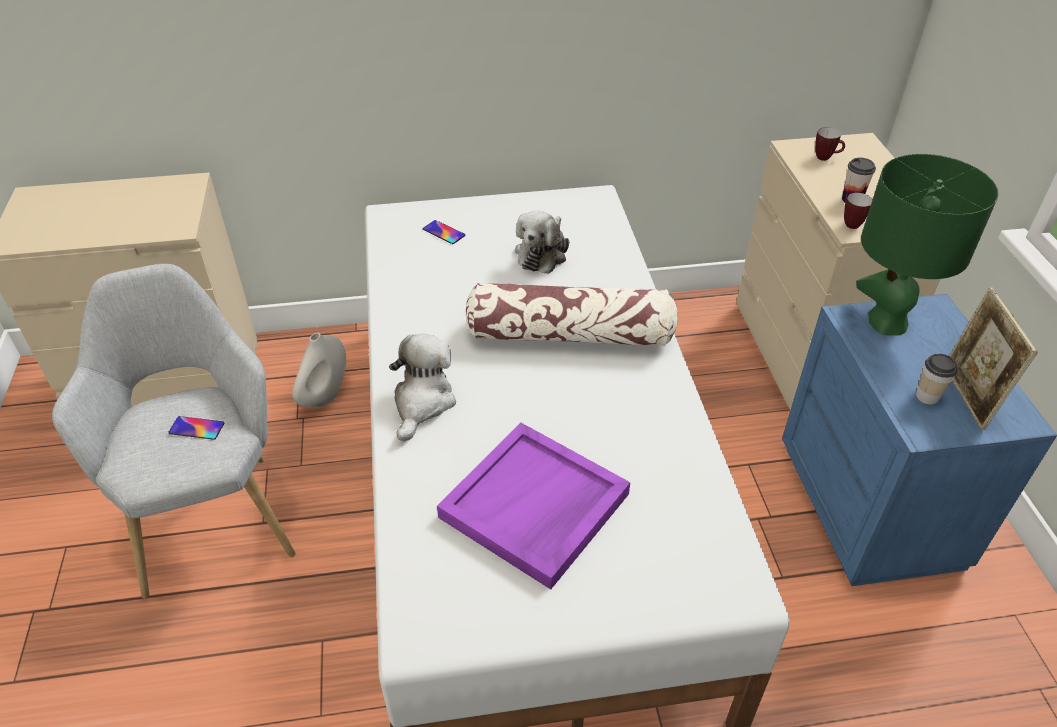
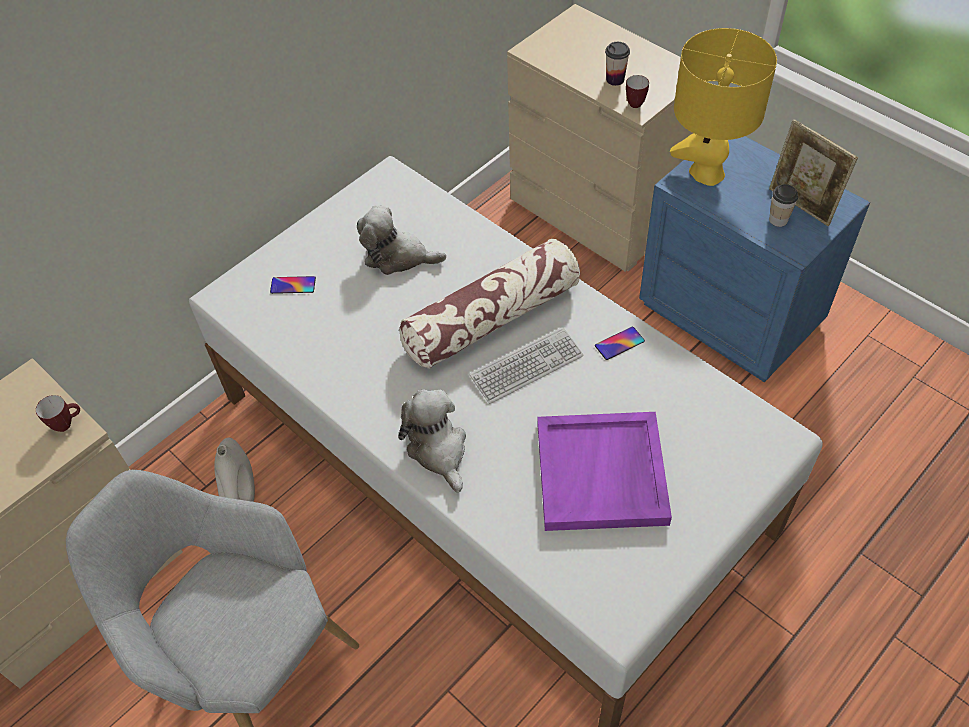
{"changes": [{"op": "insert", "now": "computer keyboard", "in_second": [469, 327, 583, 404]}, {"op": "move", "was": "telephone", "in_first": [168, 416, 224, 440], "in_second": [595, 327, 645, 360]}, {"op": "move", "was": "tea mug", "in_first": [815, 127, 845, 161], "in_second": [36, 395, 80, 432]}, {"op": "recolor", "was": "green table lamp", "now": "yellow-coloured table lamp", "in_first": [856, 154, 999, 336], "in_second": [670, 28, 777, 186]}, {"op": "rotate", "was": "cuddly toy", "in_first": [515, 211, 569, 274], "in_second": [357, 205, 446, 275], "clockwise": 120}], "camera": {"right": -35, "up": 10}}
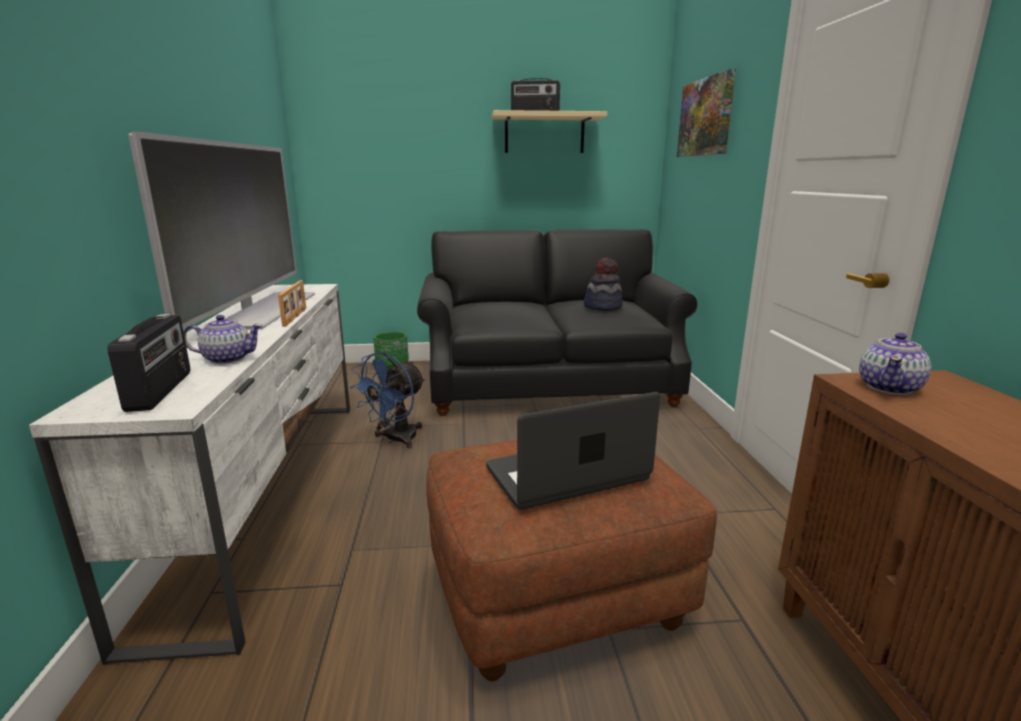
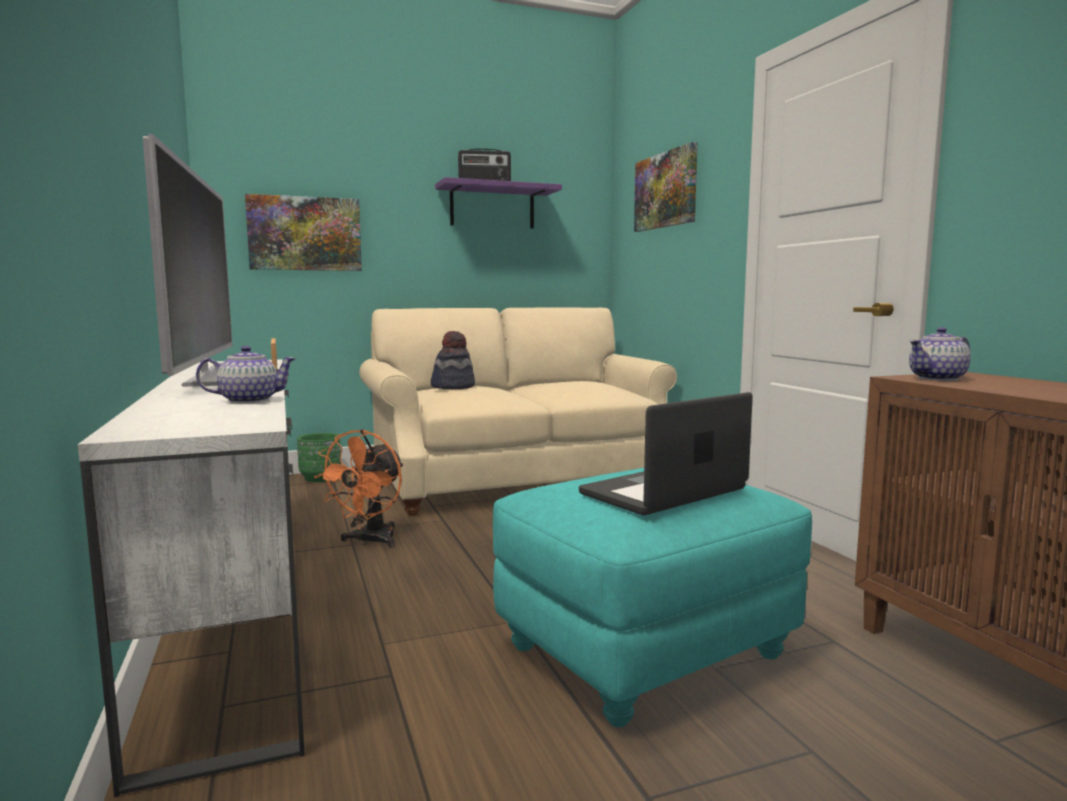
{"changes": [{"op": "delete", "was": "radio set", "in_first": [107, 314, 190, 412]}, {"op": "insert", "now": "wall picture", "in_second": [245, 194, 362, 271]}, {"op": "move", "was": "clothing hat", "in_first": [584, 258, 623, 311], "in_second": [431, 331, 475, 389]}, {"op": "recolor", "was": "blue electric fan", "now": "orange electric fan", "in_first": [350, 352, 425, 448], "in_second": [314, 429, 403, 547]}, {"op": "recolor", "was": "black-coloured settee", "now": "sand-coloured settee", "in_first": [417, 229, 697, 416], "in_second": [360, 307, 677, 516]}, {"op": "recolor", "was": "brownish footrest", "now": "turquoise-coloured footrest", "in_first": [426, 440, 717, 681], "in_second": [493, 468, 812, 727]}, {"op": "recolor", "was": "sand-coloured bracket shelf", "now": "purple-coloured bracket shelf", "in_first": [491, 110, 607, 153], "in_second": [435, 177, 562, 229]}, {"op": "rotate", "was": "tea pot", "in_first": [859, 333, 931, 395], "in_second": [909, 327, 971, 381], "clockwise": 45}], "camera": {"right": -15, "up": -10}}
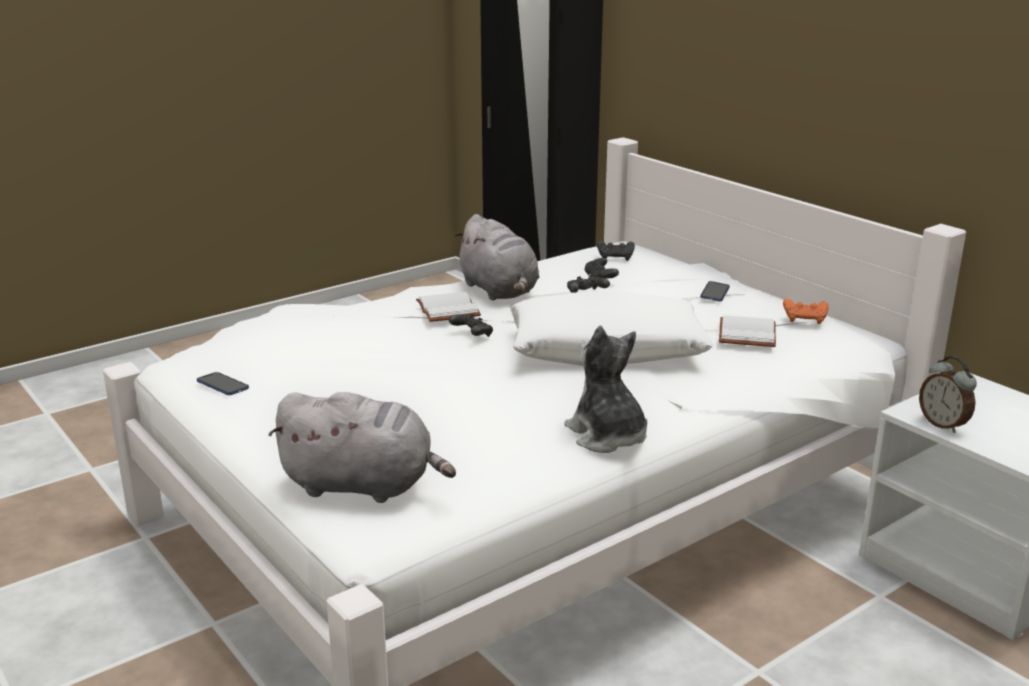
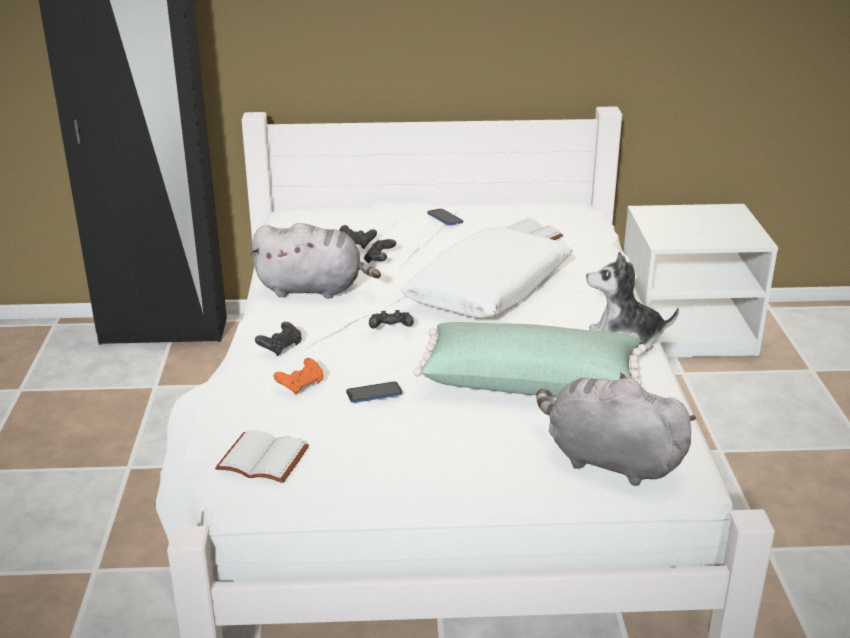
{"changes": [{"op": "delete", "was": "alarm clock", "in_first": [919, 356, 977, 433]}, {"op": "insert", "now": "green throw pillow", "in_second": [413, 322, 647, 397]}, {"op": "move", "was": "telephone", "in_first": [197, 372, 249, 395], "in_second": [346, 382, 402, 403]}, {"op": "move", "was": "white-coloured volume", "in_first": [416, 292, 481, 322], "in_second": [215, 430, 309, 483]}, {"op": "move", "was": "black-coloured game controller", "in_first": [597, 241, 635, 261], "in_second": [255, 322, 302, 356]}, {"op": "move", "was": "orange game controller", "in_first": [783, 299, 828, 324], "in_second": [273, 358, 323, 395]}, {"op": "rotate", "was": "gray cuddly toy", "in_first": [269, 392, 456, 503], "in_second": [536, 372, 696, 486], "clockwise": -105}], "camera": {"right": -55, "up": 5}}
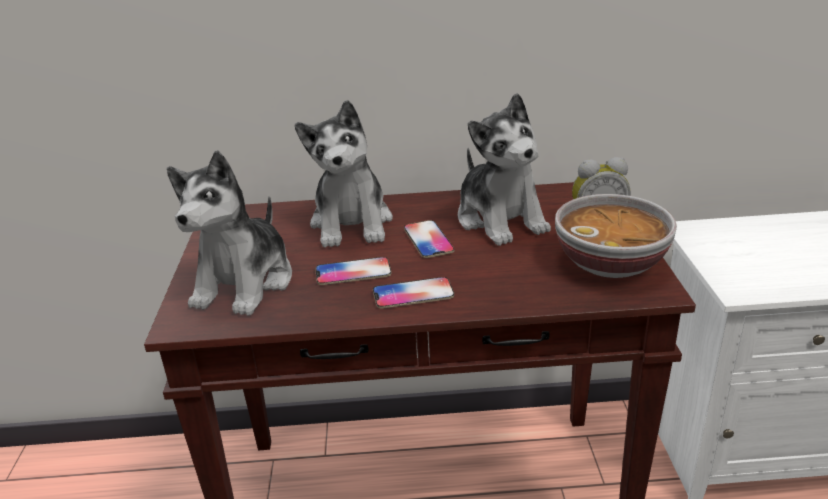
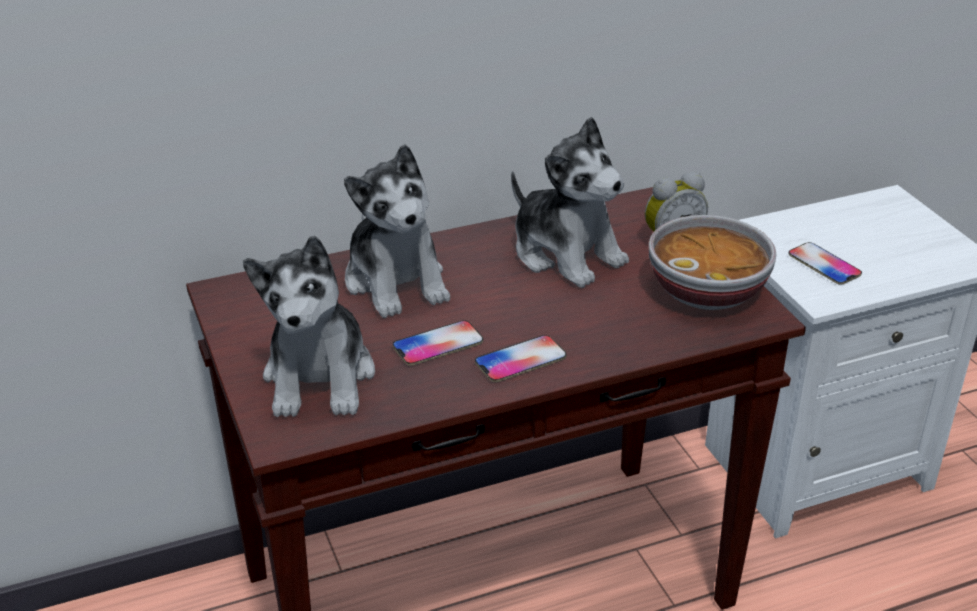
{"changes": [{"op": "move", "was": "telephone", "in_first": [404, 220, 454, 258], "in_second": [788, 242, 862, 285]}], "camera": {"right": -20, "up": 5}}
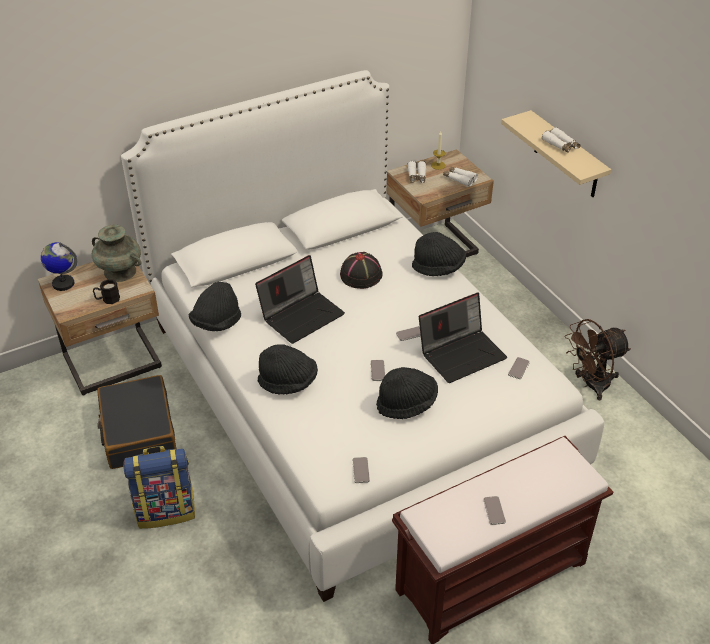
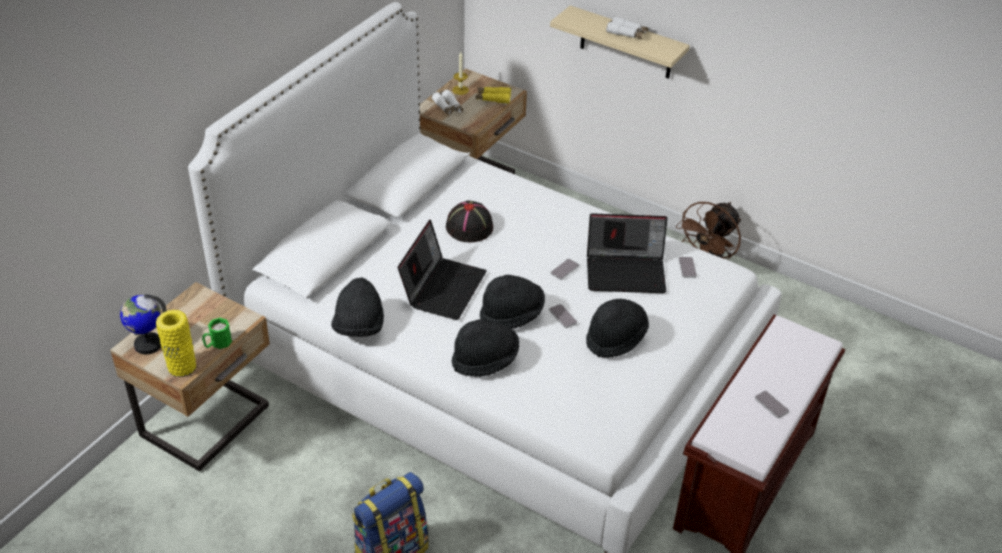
{"changes": [{"op": "delete", "was": "turquoise-coloured decorative vase", "in_first": [92, 225, 141, 282]}, {"op": "delete", "was": "black-coloured travel case", "in_first": [97, 375, 176, 469]}, {"op": "delete", "was": "telephone", "in_first": [353, 457, 370, 483]}, {"op": "insert", "now": "yellow-coloured decorative vase", "in_second": [156, 310, 196, 377]}, {"op": "move", "was": "black-coloured clothing hat", "in_first": [412, 232, 466, 276], "in_second": [480, 275, 545, 329]}, {"op": "recolor", "was": "black-coloured tea mug", "now": "green tea mug", "in_first": [93, 279, 120, 304], "in_second": [202, 318, 232, 349]}, {"op": "recolor", "was": "white-coloured pair of binoculars", "now": "yellow-coloured pair of binoculars", "in_first": [443, 167, 478, 187], "in_second": [476, 87, 511, 104]}, {"op": "rotate", "was": "portable computer", "in_first": [419, 293, 507, 383], "in_second": [587, 213, 667, 293], "clockwise": 60}], "camera": {"right": -30, "up": 0}}
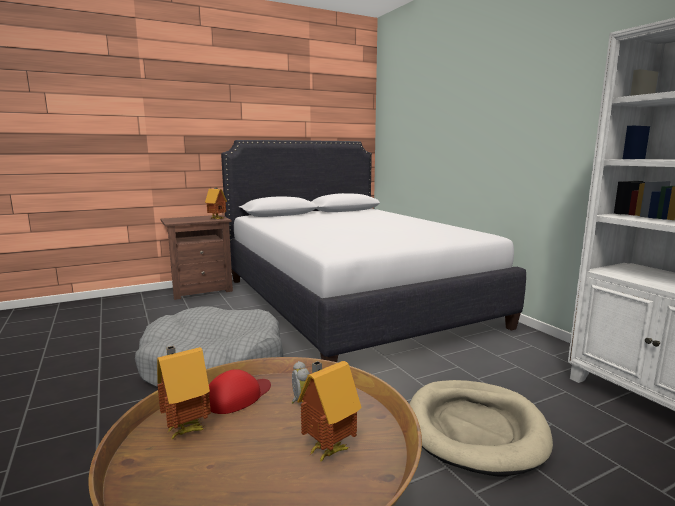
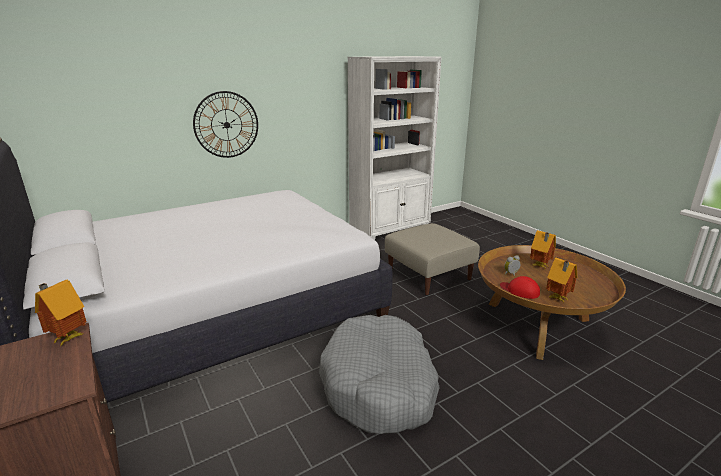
{"changes": [{"op": "insert", "now": "clock on the wall", "in_second": [193, 91, 258, 158]}, {"op": "replace", "was": "sand-coloured dog cushion", "now": "sand-coloured footrest", "in_first": [409, 380, 553, 477], "in_second": [385, 223, 480, 295]}], "camera": {"right": -95, "up": 10}}
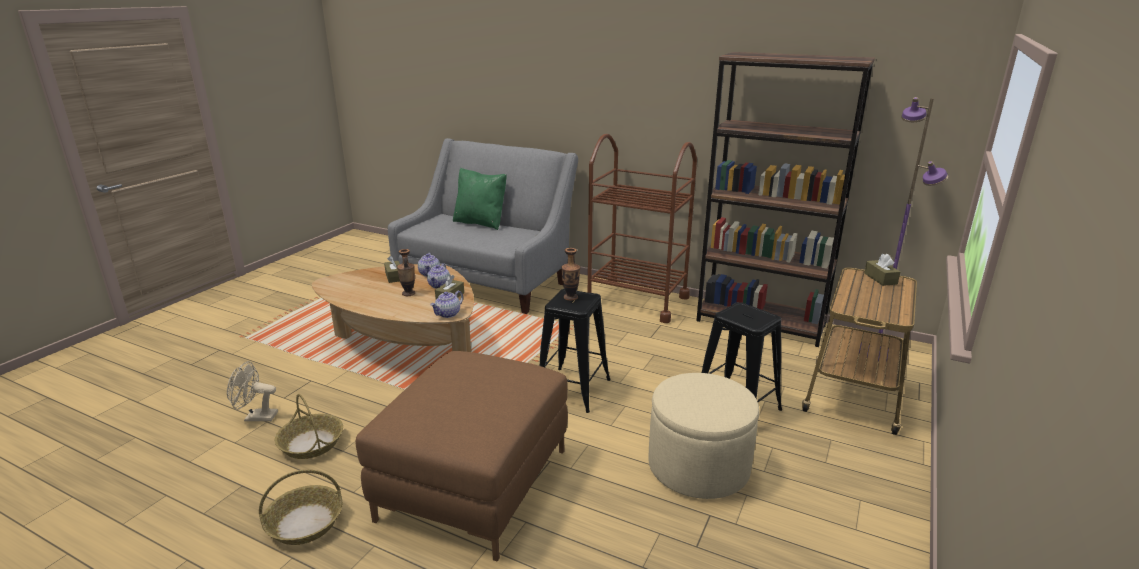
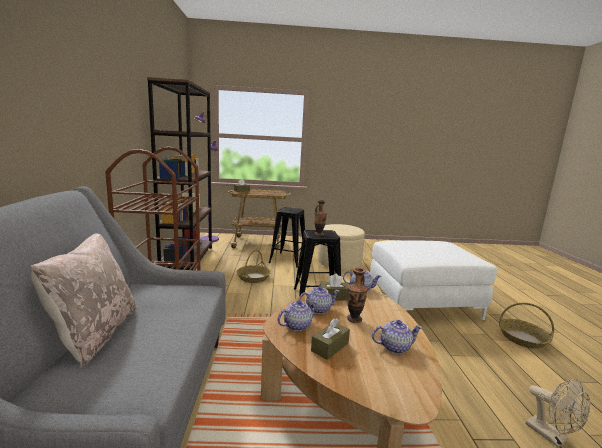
{"changes": [{"op": "insert", "now": "tea pot", "in_second": [372, 320, 423, 354]}, {"op": "move", "was": "household basket", "in_first": [275, 394, 343, 459], "in_second": [237, 250, 271, 283]}, {"op": "recolor", "was": "brownish footrest", "now": "white-coloured footrest", "in_first": [356, 351, 568, 562], "in_second": [370, 240, 497, 320]}, {"op": "recolor", "was": "green throw pillow", "now": "sand-coloured throw pillow", "in_first": [453, 168, 507, 230], "in_second": [31, 233, 137, 368]}], "camera": {"right": -120, "up": -10}}
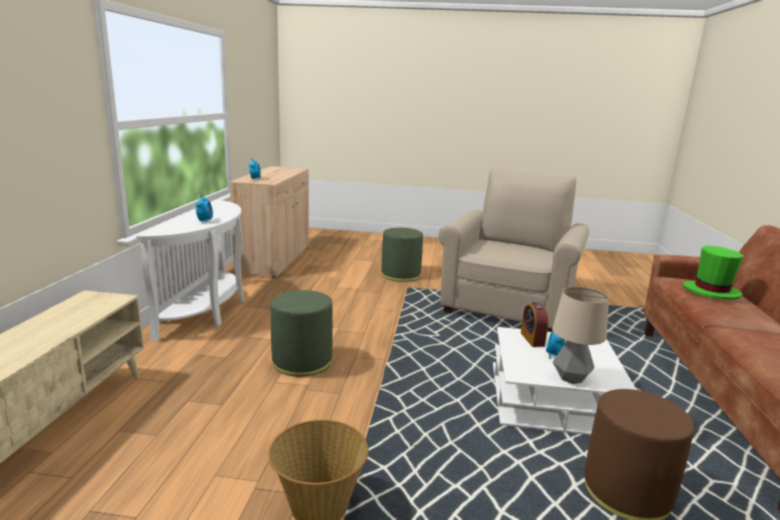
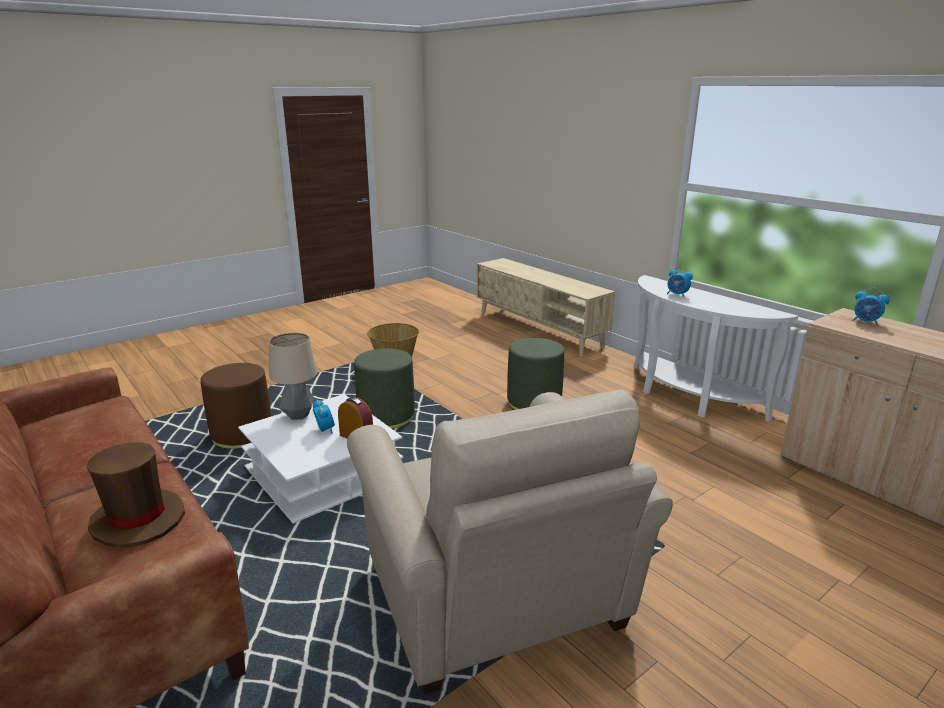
{"changes": [{"op": "move", "was": "green footrest", "in_first": [381, 228, 423, 282], "in_second": [354, 348, 415, 429]}, {"op": "recolor", "was": "green clothing hat", "now": "brownish clothing hat", "in_first": [682, 246, 744, 300], "in_second": [87, 442, 185, 548]}], "camera": {"right": 135, "up": 5}}
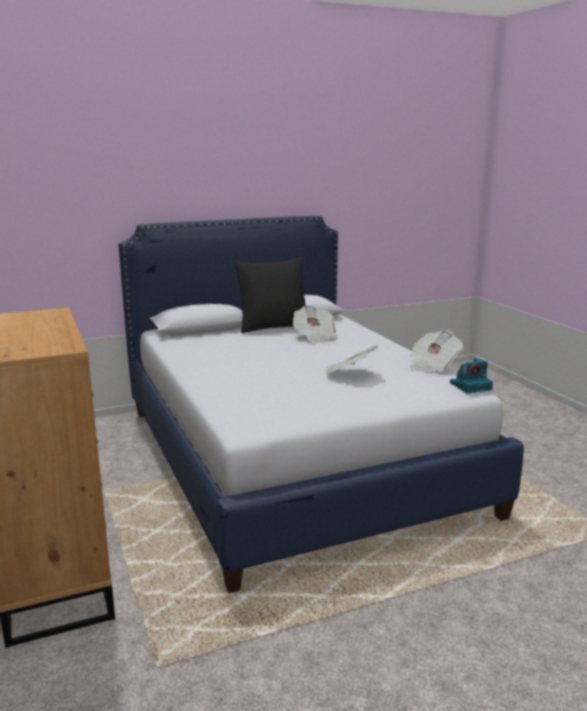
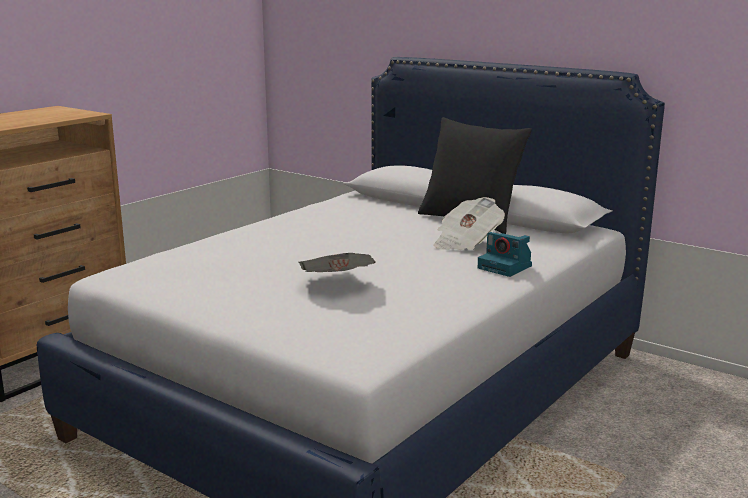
{"changes": [{"op": "delete", "was": "daily paper", "in_first": [410, 330, 463, 372]}, {"op": "move", "was": "still camera", "in_first": [450, 358, 493, 394], "in_second": [478, 232, 532, 277]}], "camera": {"right": 60, "up": 0}}
